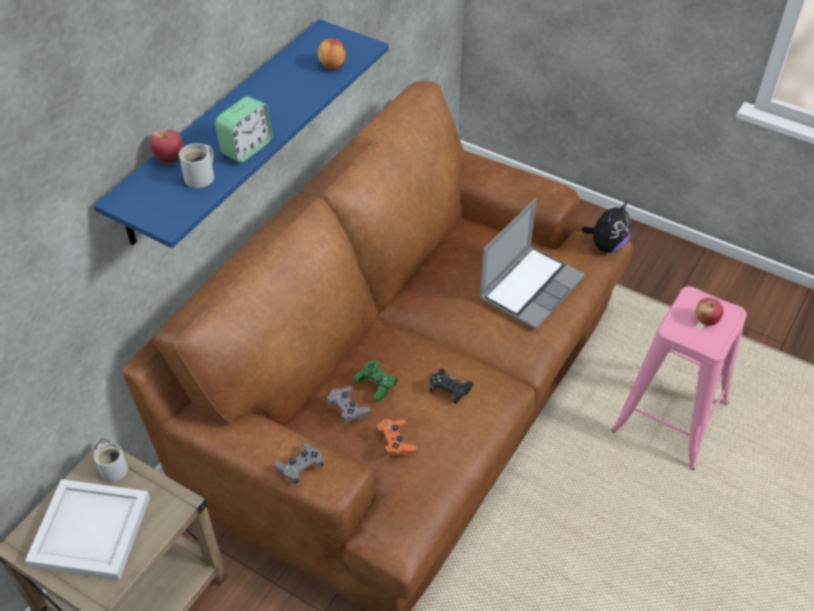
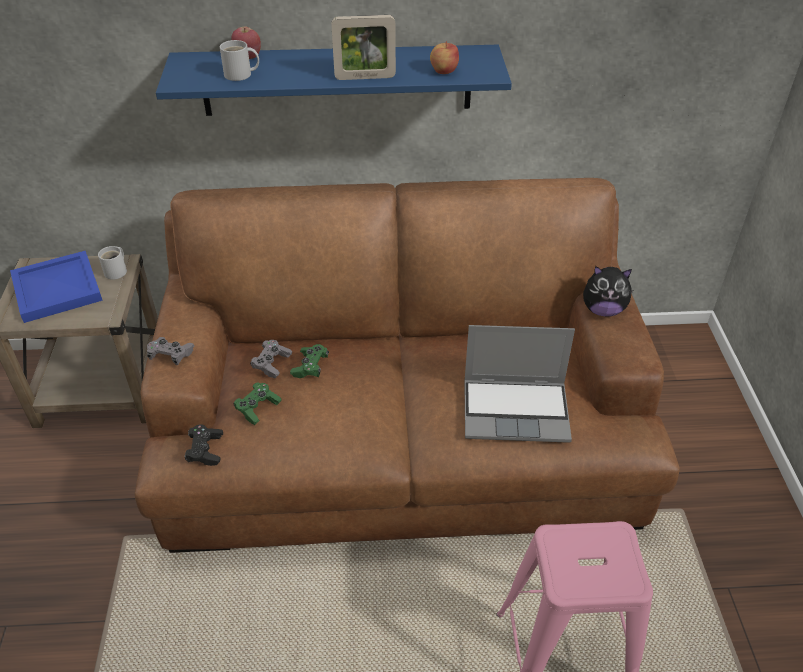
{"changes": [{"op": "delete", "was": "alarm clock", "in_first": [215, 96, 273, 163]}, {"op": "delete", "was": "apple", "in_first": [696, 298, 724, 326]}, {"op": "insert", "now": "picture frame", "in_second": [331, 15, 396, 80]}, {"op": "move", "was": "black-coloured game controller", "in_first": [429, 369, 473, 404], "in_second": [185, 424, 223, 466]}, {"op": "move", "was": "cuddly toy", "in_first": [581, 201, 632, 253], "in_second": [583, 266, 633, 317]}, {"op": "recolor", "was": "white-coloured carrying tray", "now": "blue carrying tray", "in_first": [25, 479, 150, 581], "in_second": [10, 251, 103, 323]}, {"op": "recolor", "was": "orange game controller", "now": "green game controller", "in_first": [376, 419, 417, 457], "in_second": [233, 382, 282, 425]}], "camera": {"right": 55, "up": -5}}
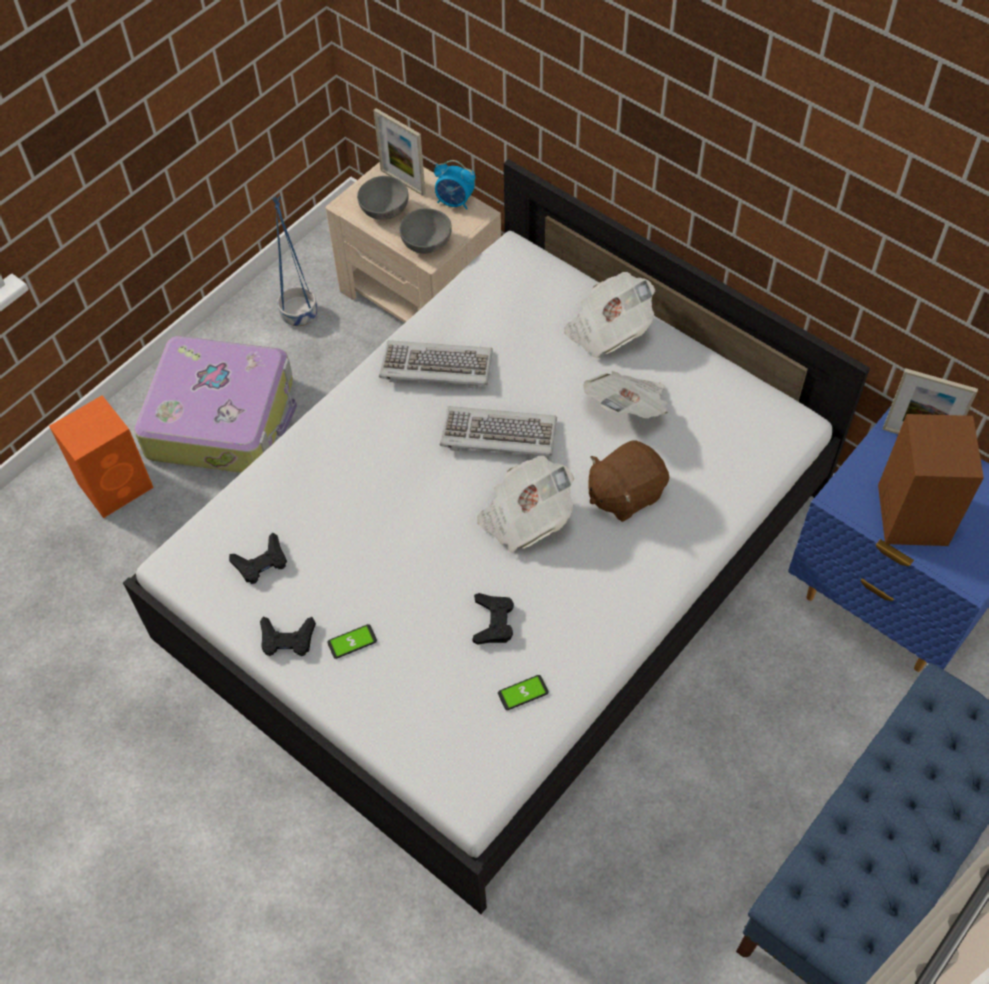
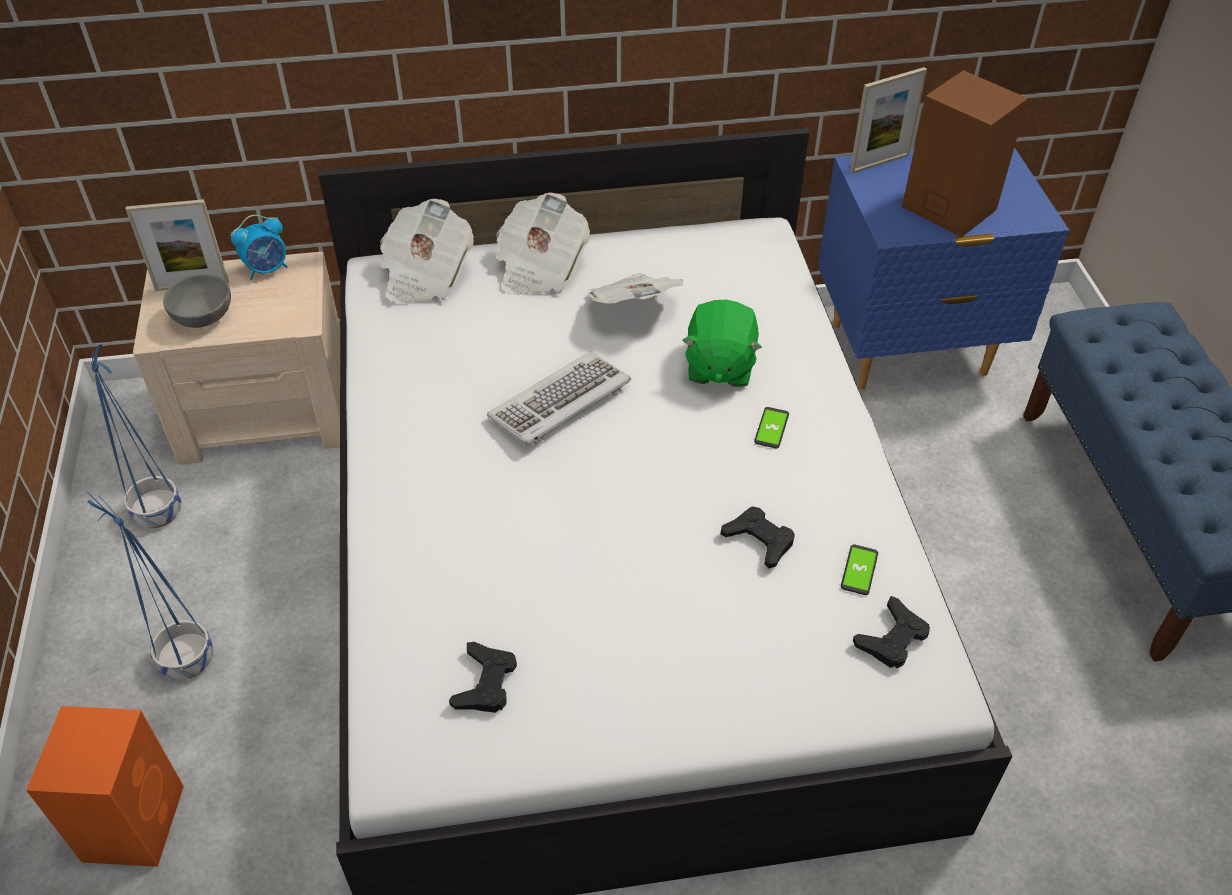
{"changes": [{"op": "delete", "was": "computer keyboard", "in_first": [379, 340, 493, 388]}, {"op": "delete", "was": "gray deep dish", "in_first": [399, 208, 452, 254]}, {"op": "move", "was": "black-coloured game controller", "in_first": [260, 617, 316, 656], "in_second": [853, 596, 930, 668]}, {"op": "move", "was": "telephone", "in_first": [327, 624, 377, 659], "in_second": [754, 407, 789, 448]}, {"op": "move", "was": "daily paper", "in_first": [477, 456, 574, 553], "in_second": [380, 199, 474, 303]}, {"op": "replace", "was": "travel case", "now": "blue planter", "in_first": [134, 336, 297, 473], "in_second": [87, 491, 214, 680]}, {"op": "recolor", "was": "brownish cuddly toy", "now": "green cuddly toy", "in_first": [588, 440, 669, 522], "in_second": [682, 300, 762, 387]}], "camera": {"right": -50, "up": -10}}
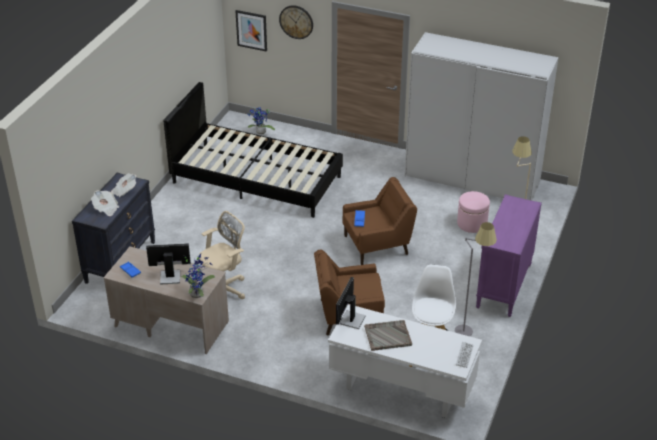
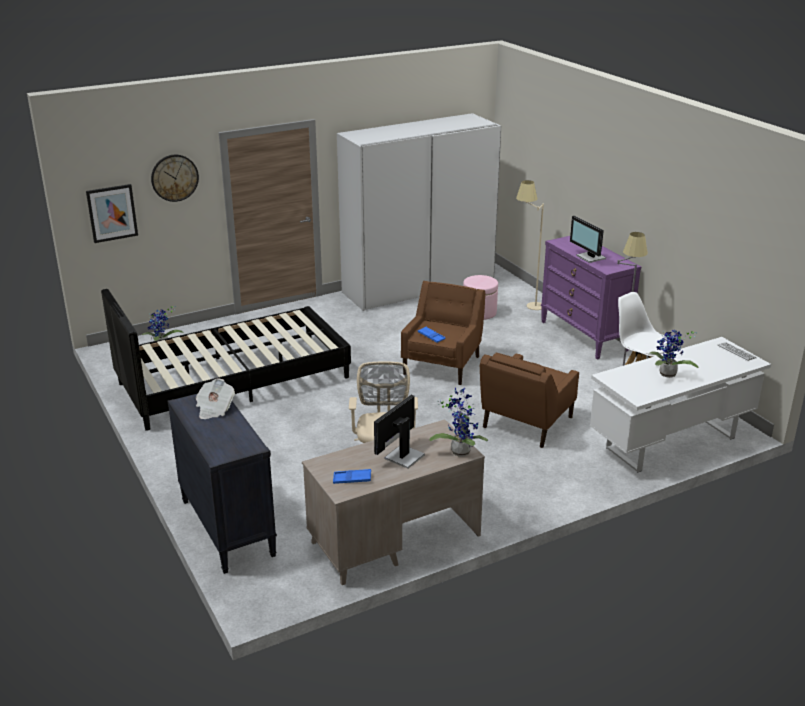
{"changes": [{"op": "delete", "was": "daily paper", "in_first": [91, 190, 119, 216]}, {"op": "move", "was": "computer screen", "in_first": [336, 277, 366, 329], "in_second": [570, 216, 606, 263]}, {"op": "replace", "was": "gray carrying tray", "now": "potted plant", "in_first": [364, 320, 412, 351], "in_second": [650, 330, 698, 378]}], "camera": {"right": -50, "up": -10}}
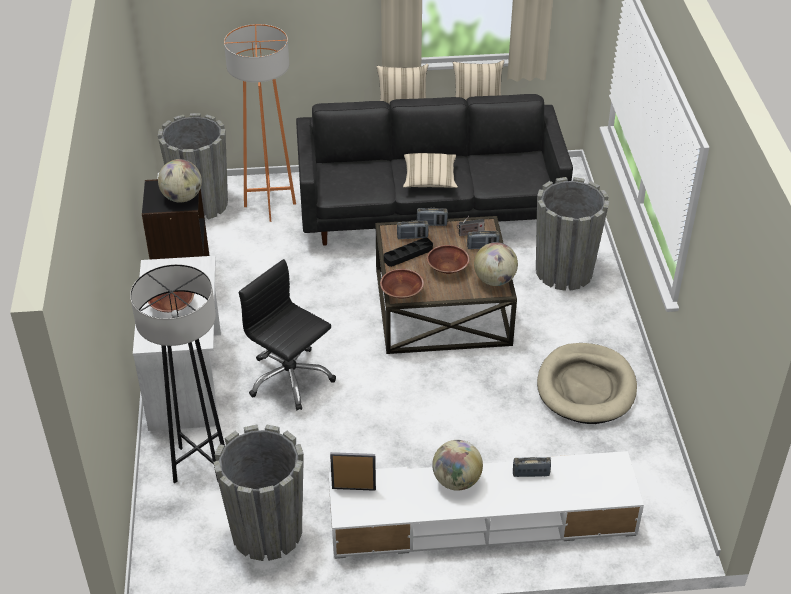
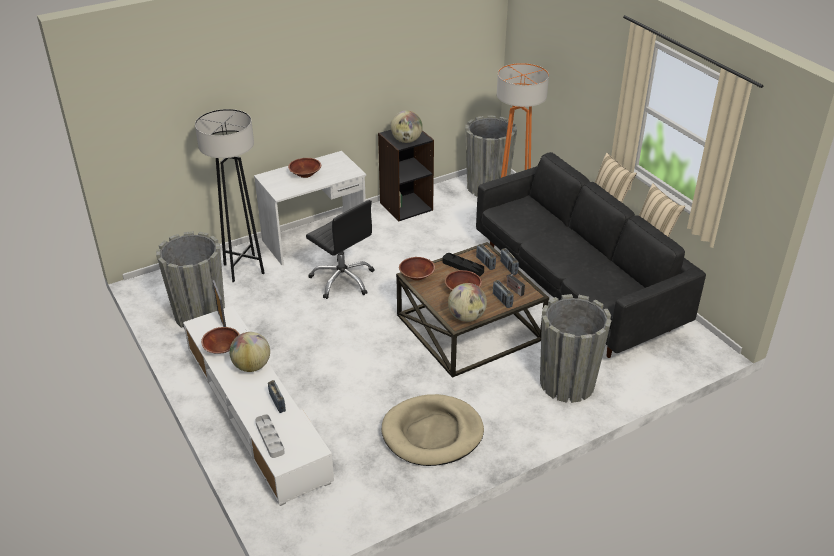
{"changes": [{"op": "delete", "was": "sand-coloured throw pillow", "in_first": [403, 153, 458, 188]}, {"op": "insert", "now": "brownish deep dish", "in_second": [201, 327, 240, 354]}, {"op": "insert", "now": "gray carrying tray", "in_second": [255, 414, 285, 458]}, {"op": "rotate", "was": "black-coloured office chair", "in_first": [239, 259, 336, 411], "in_second": [306, 200, 375, 299], "clockwise": 120}], "camera": {"right": 65, "up": -5}}
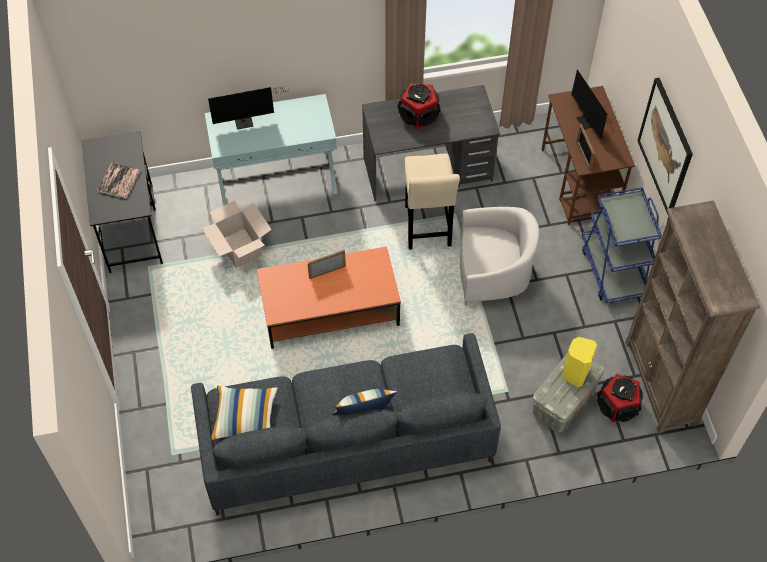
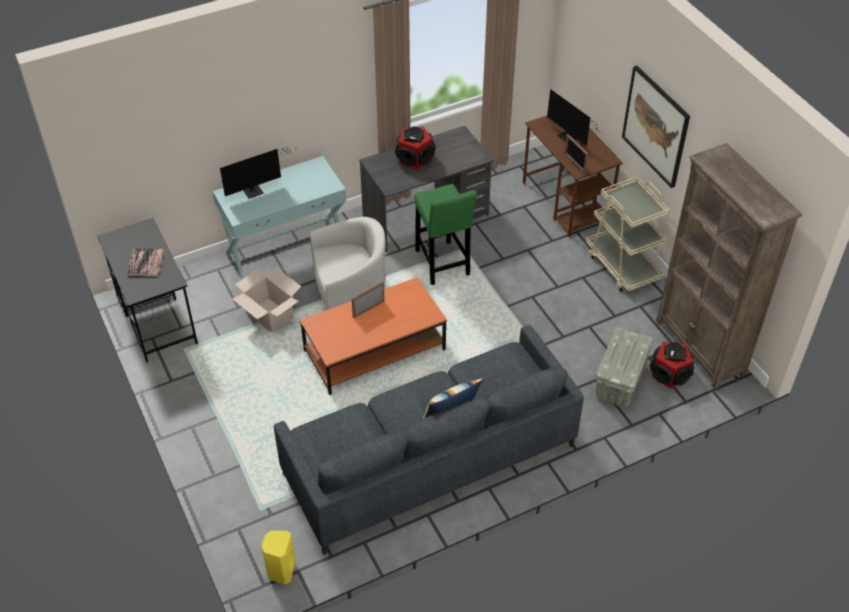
{"changes": [{"op": "delete", "was": "throw pillow", "in_first": [211, 386, 277, 440]}, {"op": "move", "was": "white-coloured armchair", "in_first": [460, 207, 540, 305], "in_second": [309, 217, 386, 310]}, {"op": "move", "was": "yellow-coloured speaker", "in_first": [562, 337, 597, 387], "in_second": [261, 530, 296, 585]}, {"op": "recolor", "was": "sand-coloured stool", "now": "green stool", "in_first": [405, 153, 460, 250], "in_second": [415, 184, 477, 285]}, {"op": "recolor", "was": "blue cart", "now": "sand-coloured cart", "in_first": [582, 187, 662, 303], "in_second": [586, 176, 669, 292]}], "camera": {"right": -15, "up": -10}}
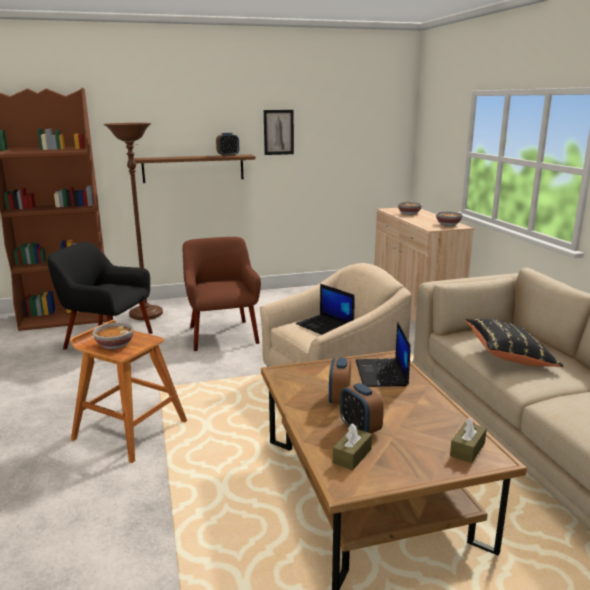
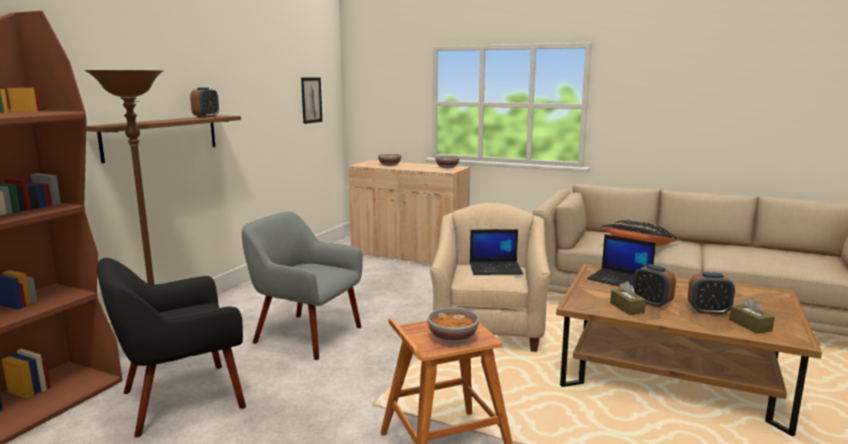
{"changes": [{"op": "move", "was": "wall picture", "in_first": [264, 110, 294, 155], "in_second": [301, 78, 322, 124]}, {"op": "move", "was": "brownish box of tissues", "in_first": [450, 417, 487, 463], "in_second": [610, 281, 646, 315]}, {"op": "recolor", "was": "brownish armchair", "now": "gray armchair", "in_first": [183, 237, 261, 351], "in_second": [242, 211, 363, 360]}], "camera": {"right": -50, "up": -5}}
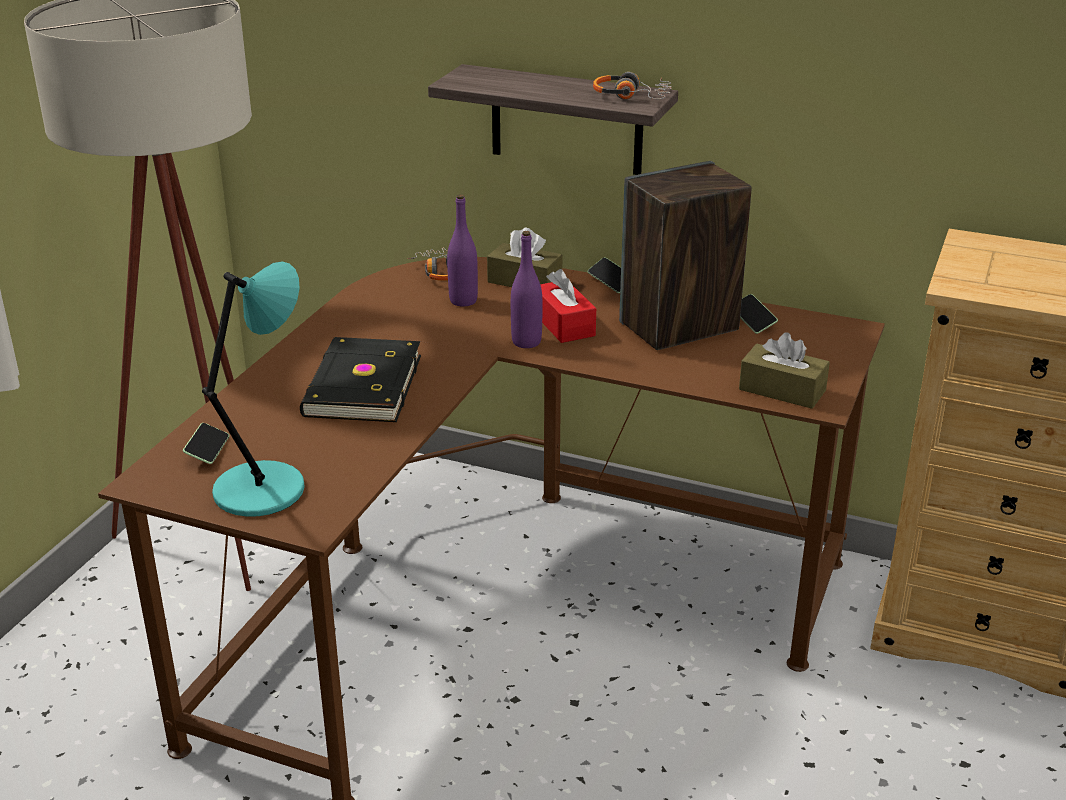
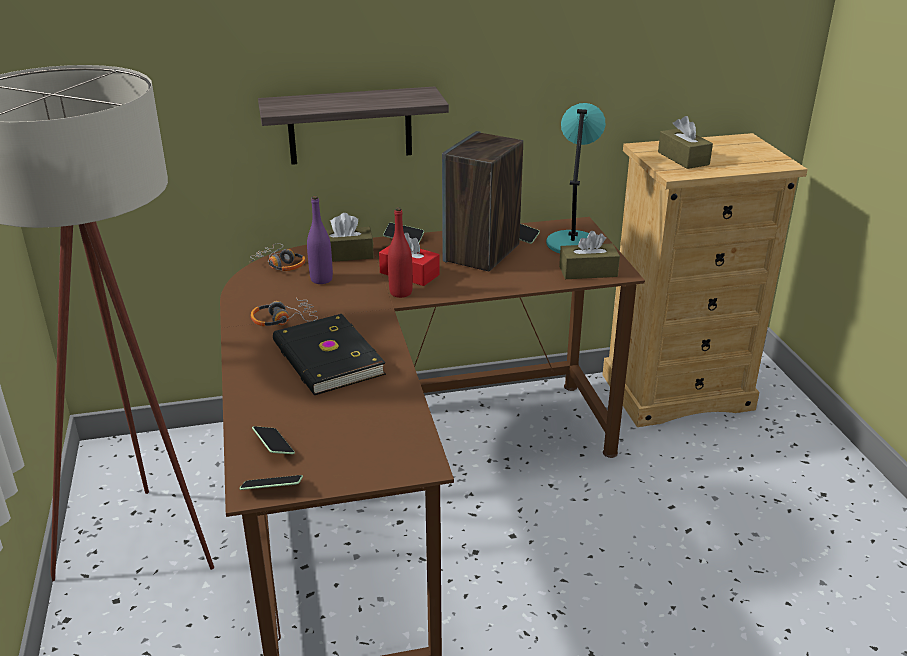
{"changes": [{"op": "insert", "now": "telephone", "in_second": [239, 475, 303, 490]}, {"op": "insert", "now": "brownish box of tissues", "in_second": [658, 116, 713, 169]}, {"op": "move", "was": "turquoise-coloured table lamp", "in_first": [202, 261, 305, 517], "in_second": [546, 103, 605, 253]}, {"op": "move", "was": "headset", "in_first": [593, 72, 672, 100], "in_second": [251, 297, 318, 326]}, {"op": "recolor", "was": "purple-coloured drink bottle", "now": "reddish drink bottle", "in_first": [511, 231, 542, 348], "in_second": [388, 207, 413, 298]}], "camera": {"right": -35, "up": 0}}
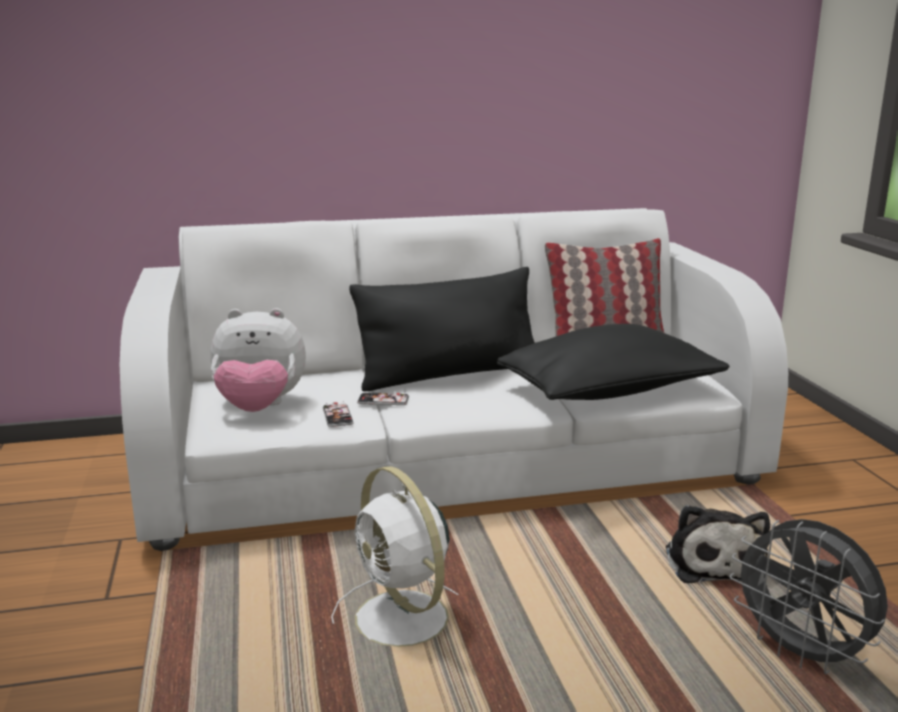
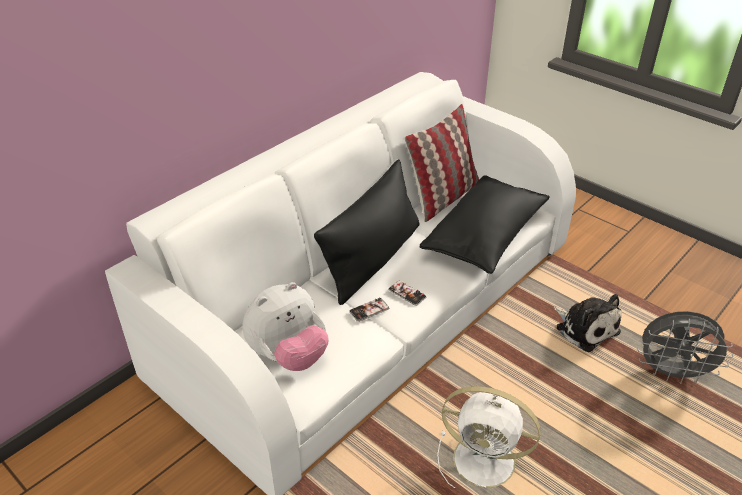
{"changes": [{"op": "move", "was": "telephone", "in_first": [323, 401, 354, 427], "in_second": [388, 280, 426, 306]}], "camera": {"right": -35, "up": 20}}
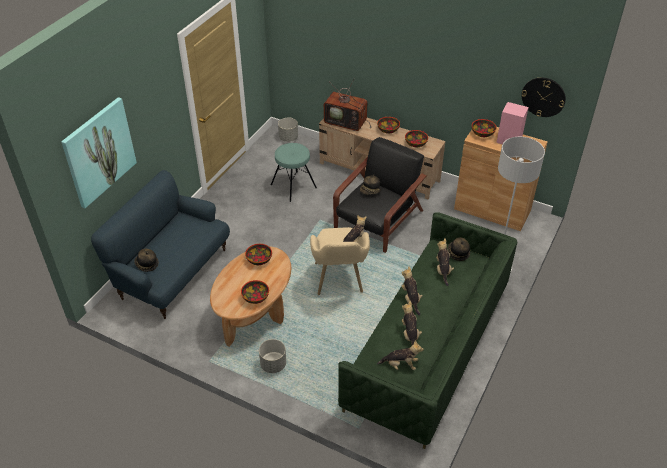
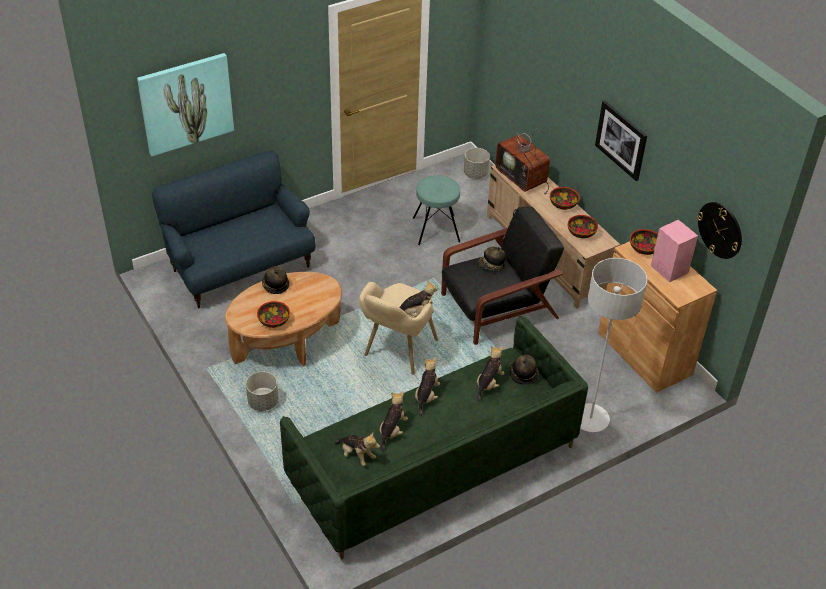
{"changes": [{"op": "delete", "was": "deep dish", "in_first": [245, 244, 272, 265]}, {"op": "insert", "now": "wall picture", "in_second": [595, 100, 647, 181]}, {"op": "move", "was": "clothing hat", "in_first": [134, 249, 159, 272], "in_second": [262, 266, 289, 294]}], "camera": {"right": 30, "up": 0}}
